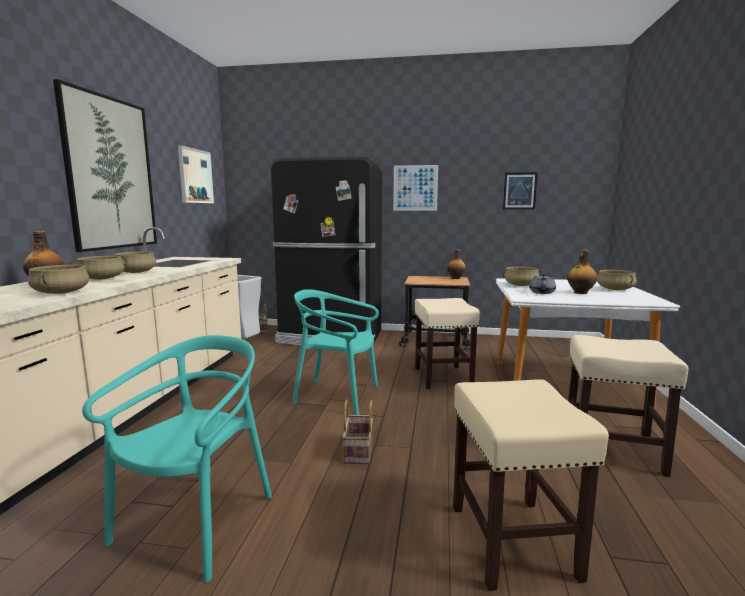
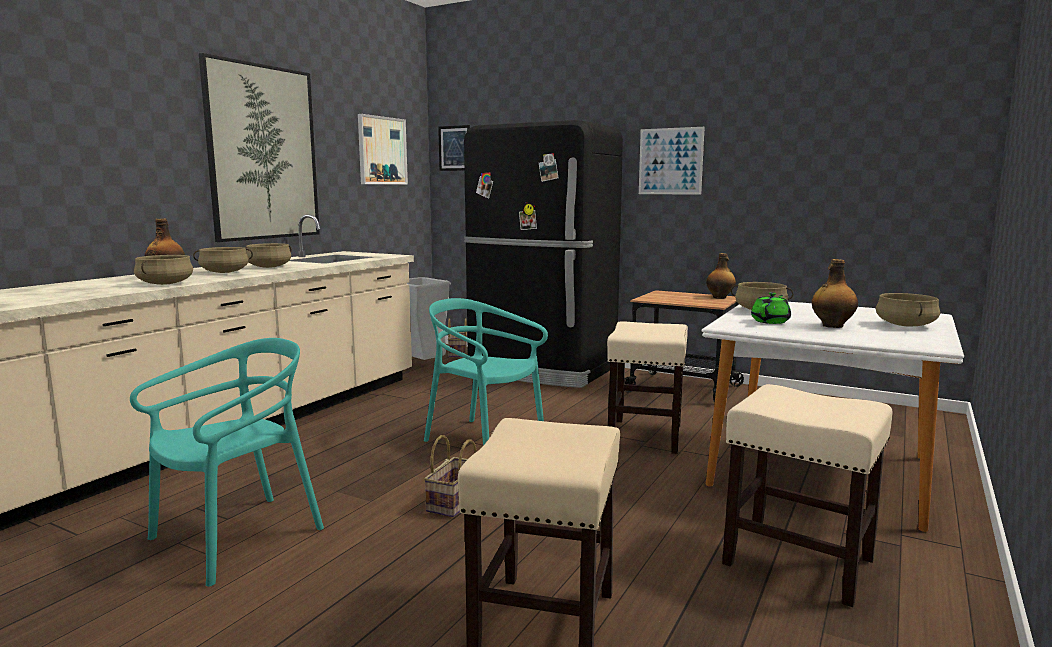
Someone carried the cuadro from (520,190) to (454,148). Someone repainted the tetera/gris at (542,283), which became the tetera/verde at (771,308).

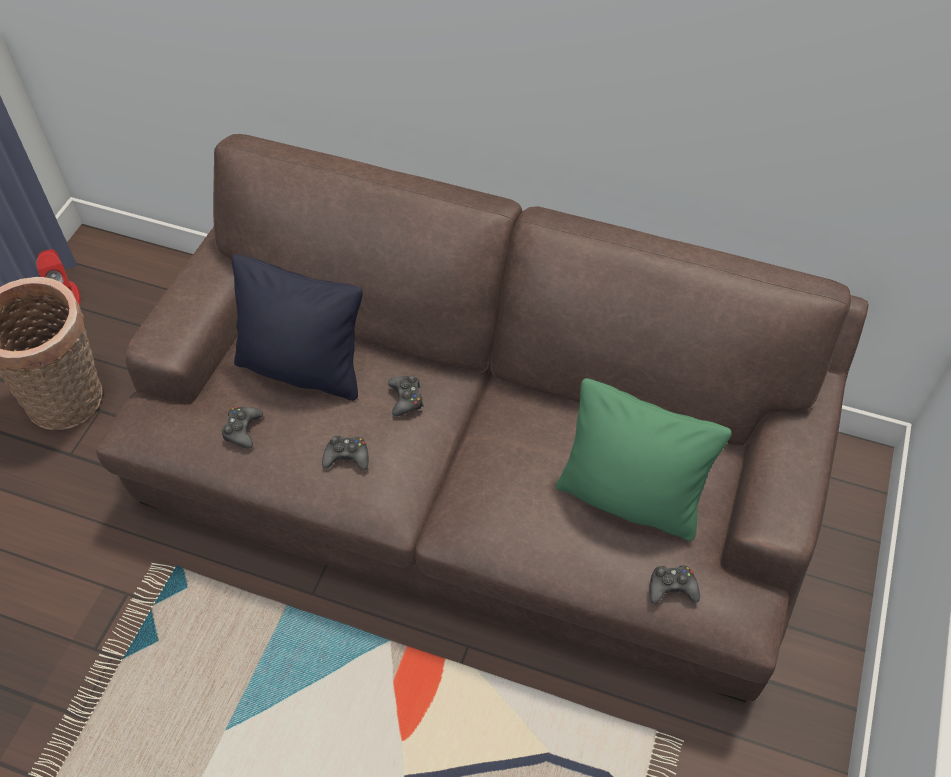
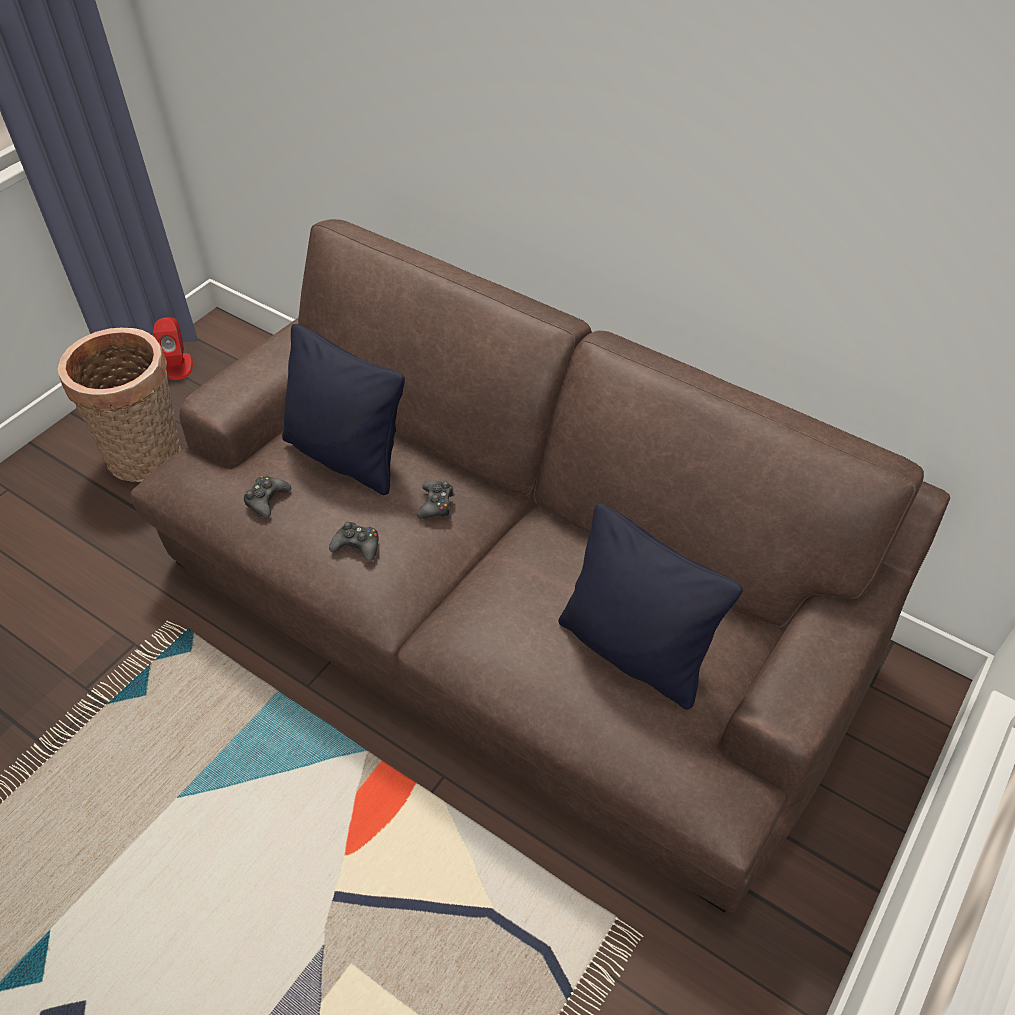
Someone took away the mando de consola/negro at (675,584). Someone repainted the cojín/verde at (643,459), which became the cojín/negro at (650,606).

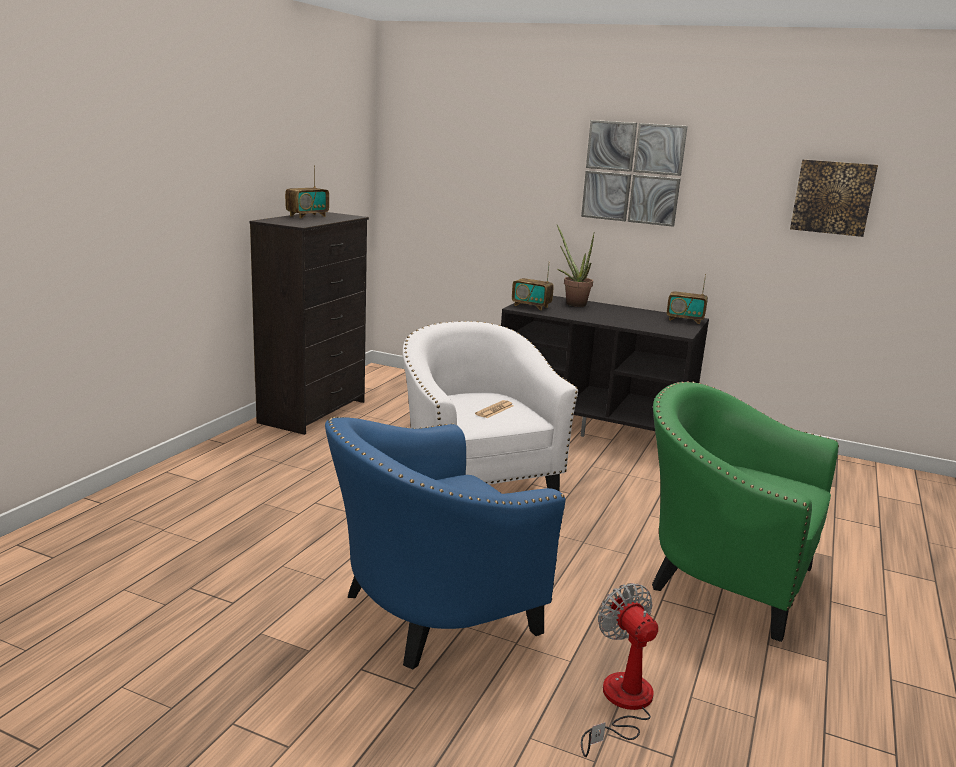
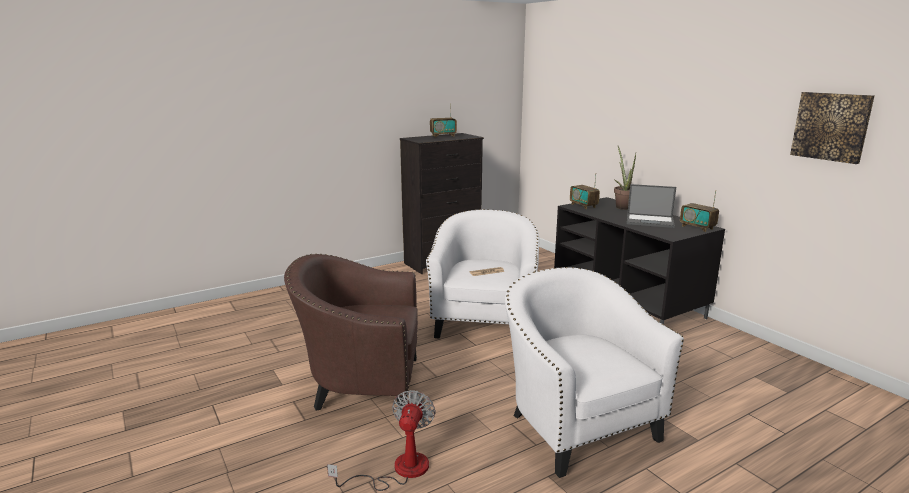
Someone took away the cuadro at (634,173). Someone put down the portátil at (651,206). Someone repainted the sillón/azul at (445,543), which became the sillón/marrón at (351,332). Someone repainted the sillón/verde at (745,511), which became the sillón/blanco at (594,372).

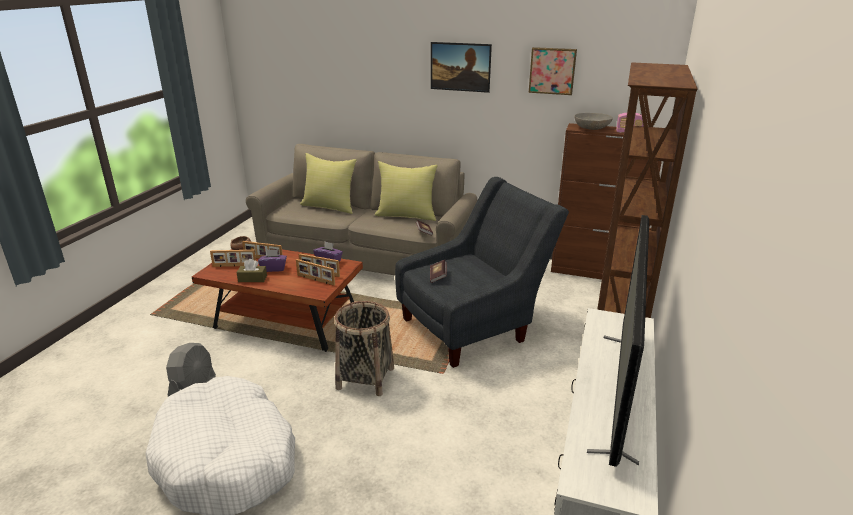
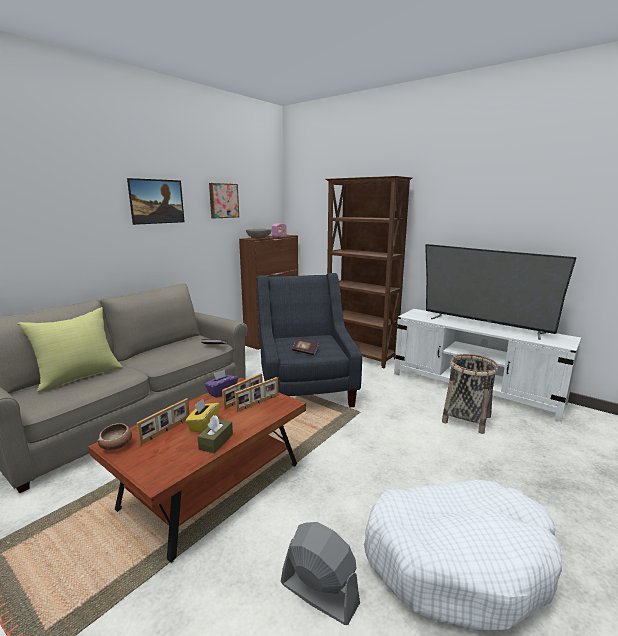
Someone took away the portarretratos at (233,258). Someone took away the cojín/amarillo at (406,191). Someone carried the cesta from (364,348) to (470,394). Someone repainted the caja de pañuelos/morado at (272,260), which became the caja de pañuelos/amarillo at (202,415).

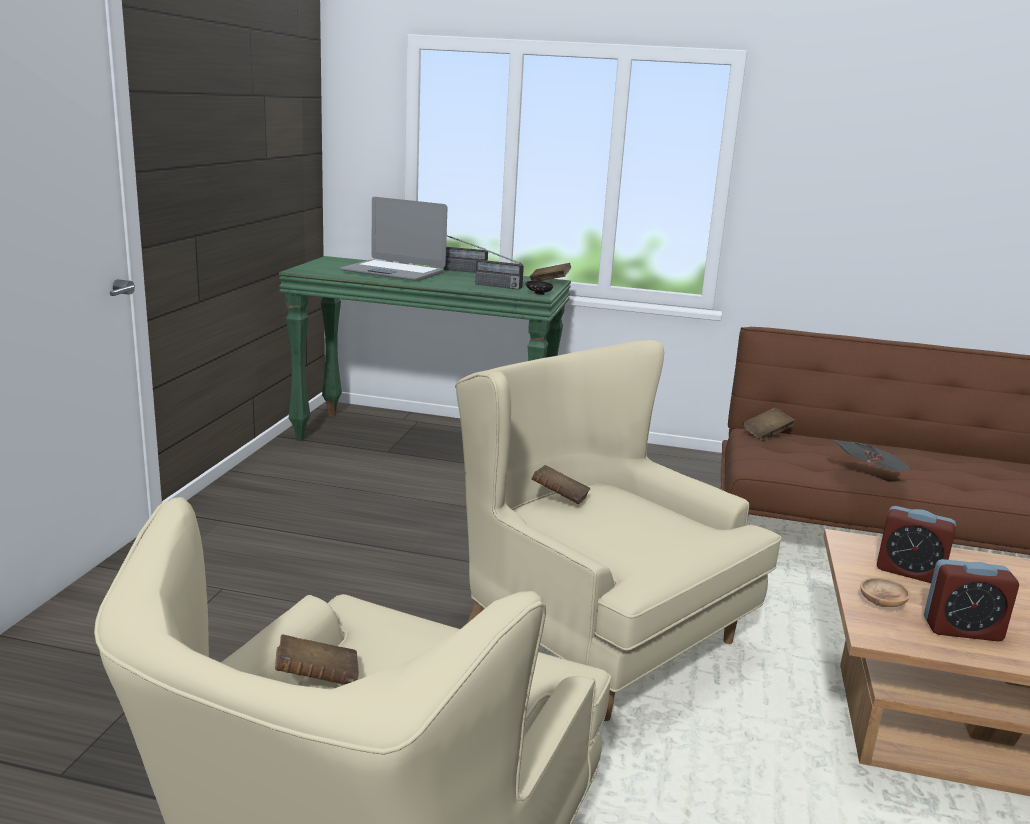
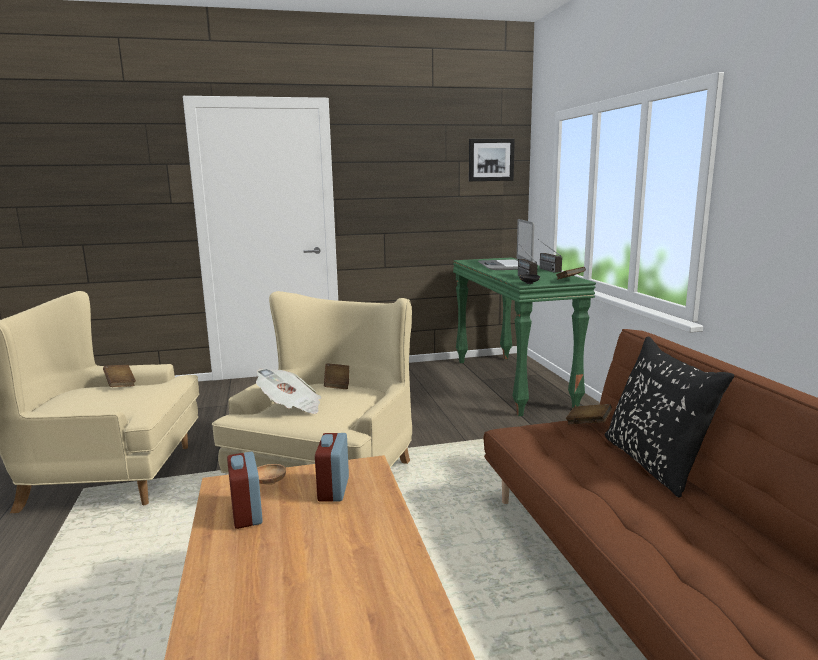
Someone put up the cuadro at (492,160). Someone put down the cojín/negro at (669,417). Someone carried the periódico from (871,455) to (288,391).

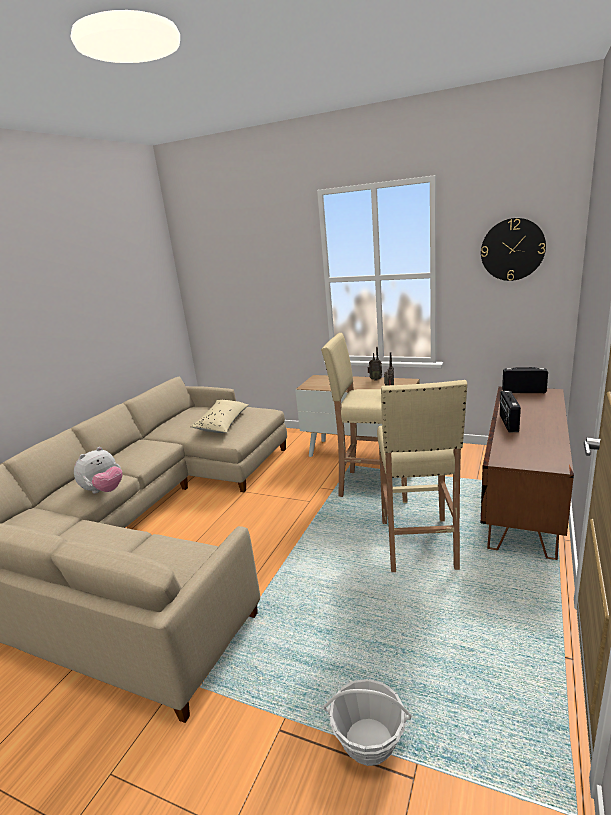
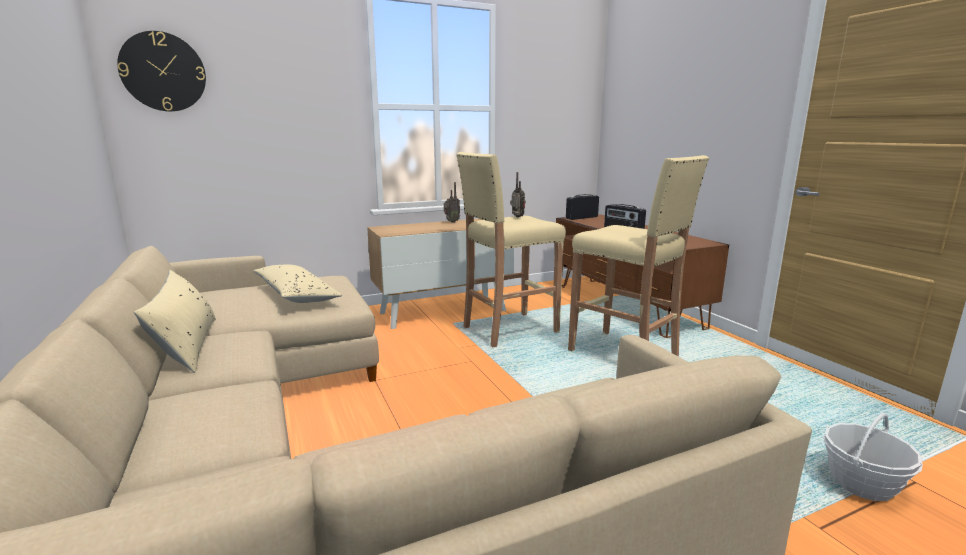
Someone took away the peluche at (98,470). Someone put down the cojín/beis at (175,321). Someone carried the reloj de pared from (513,249) to (161,71).

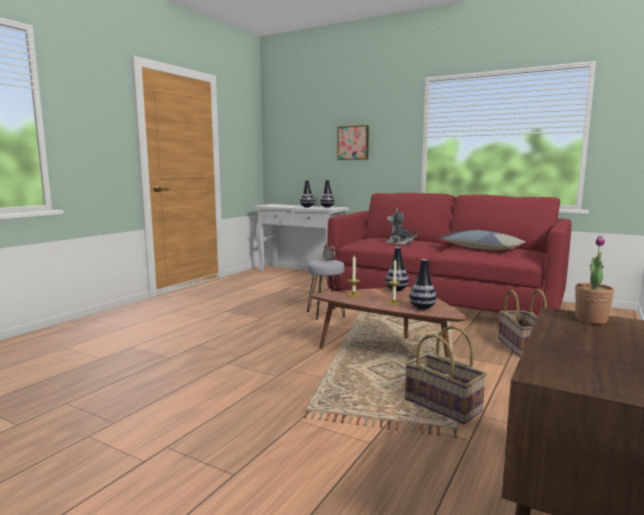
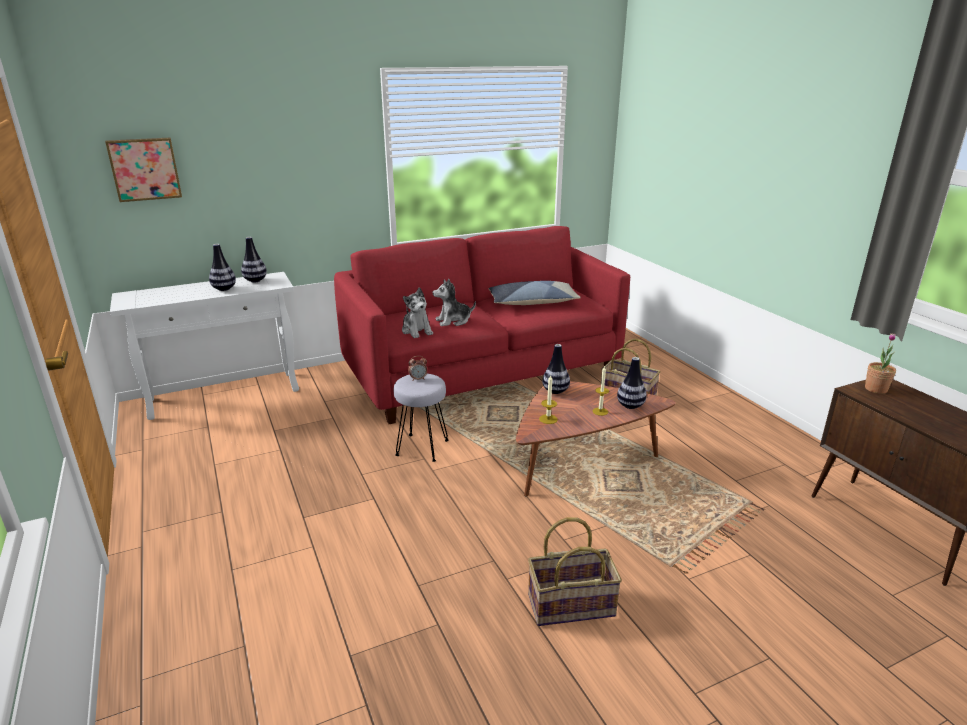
Someone put down the peluche at (417,312). Someone carried the cuadro from (353,142) to (143,170). Someone carried the cesta from (446,374) to (575,571).

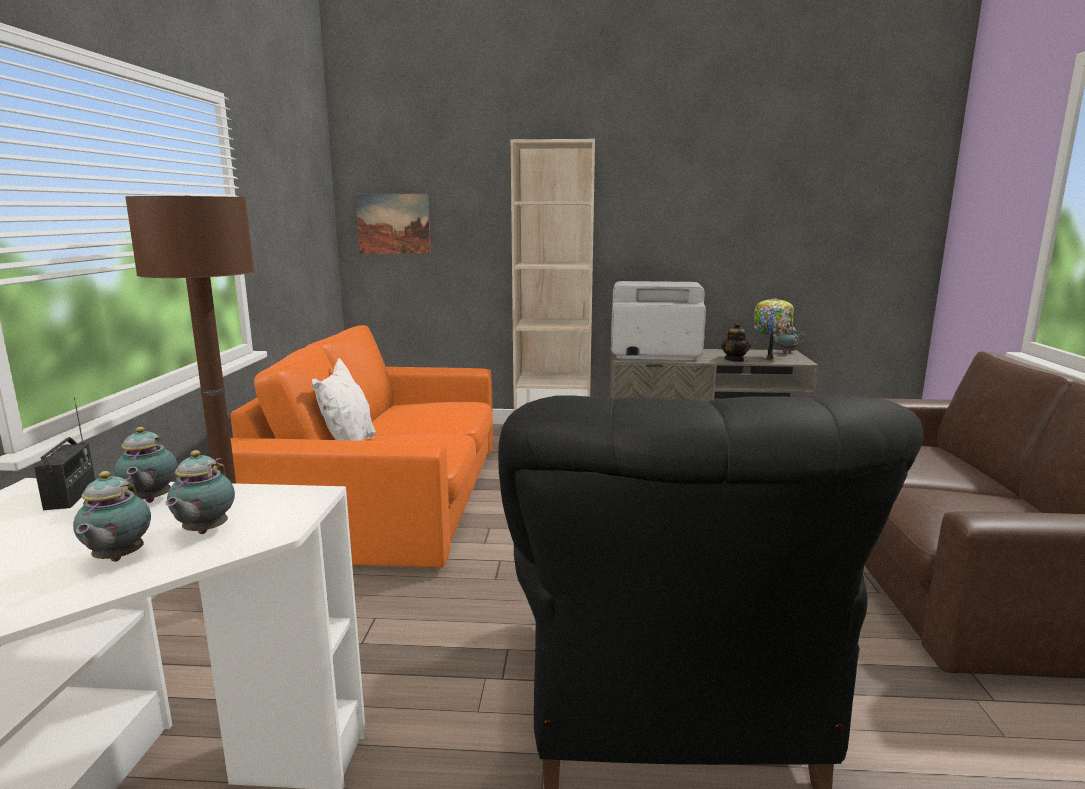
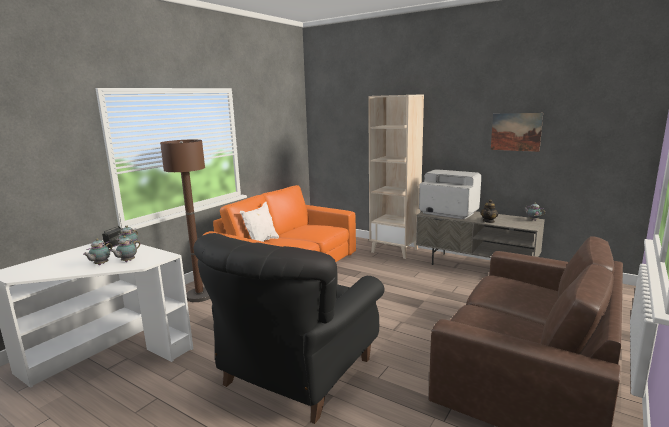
Someone took away the lámpara de mesa at (774,329). Someone carried the cuadro from (393,224) to (517,132).

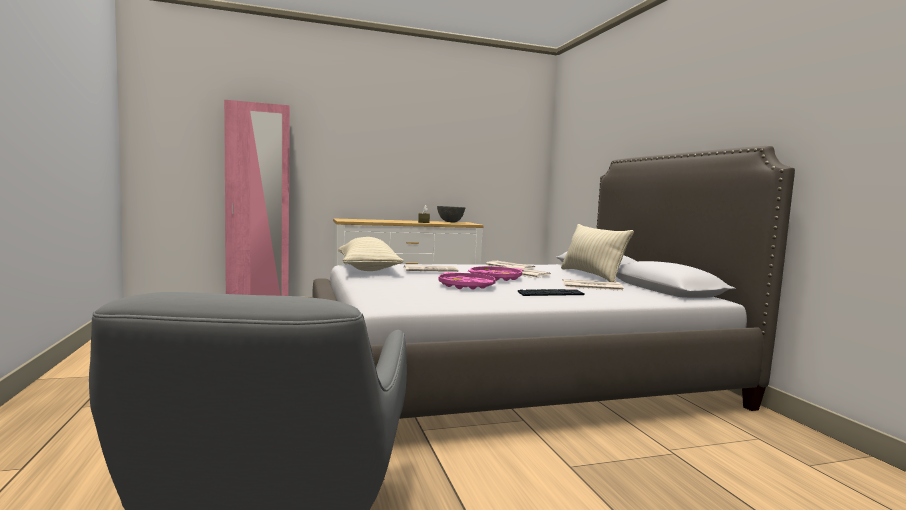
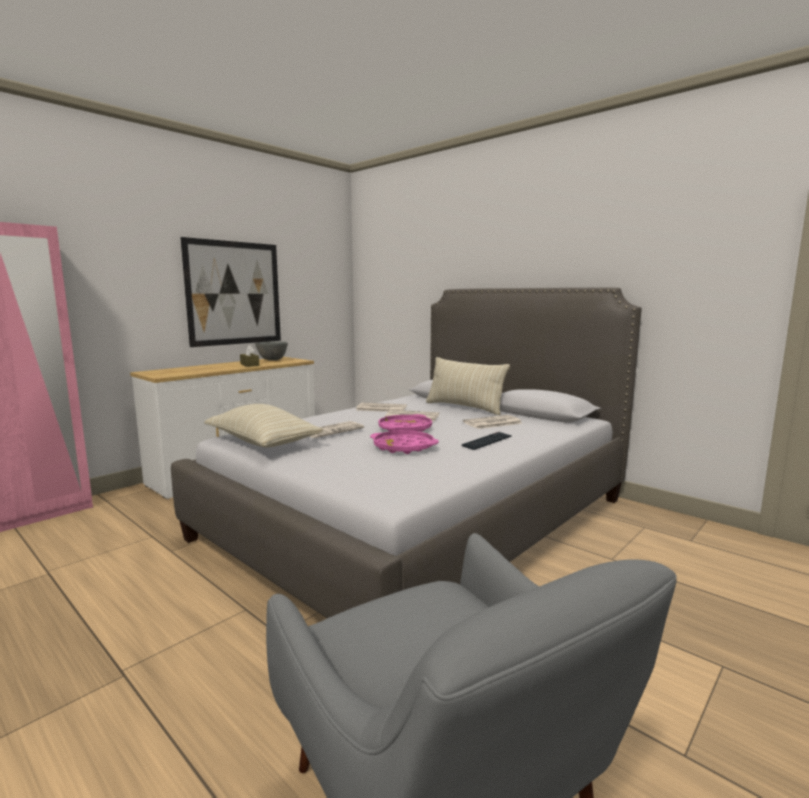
Someone put up the cuadro at (230,292).

